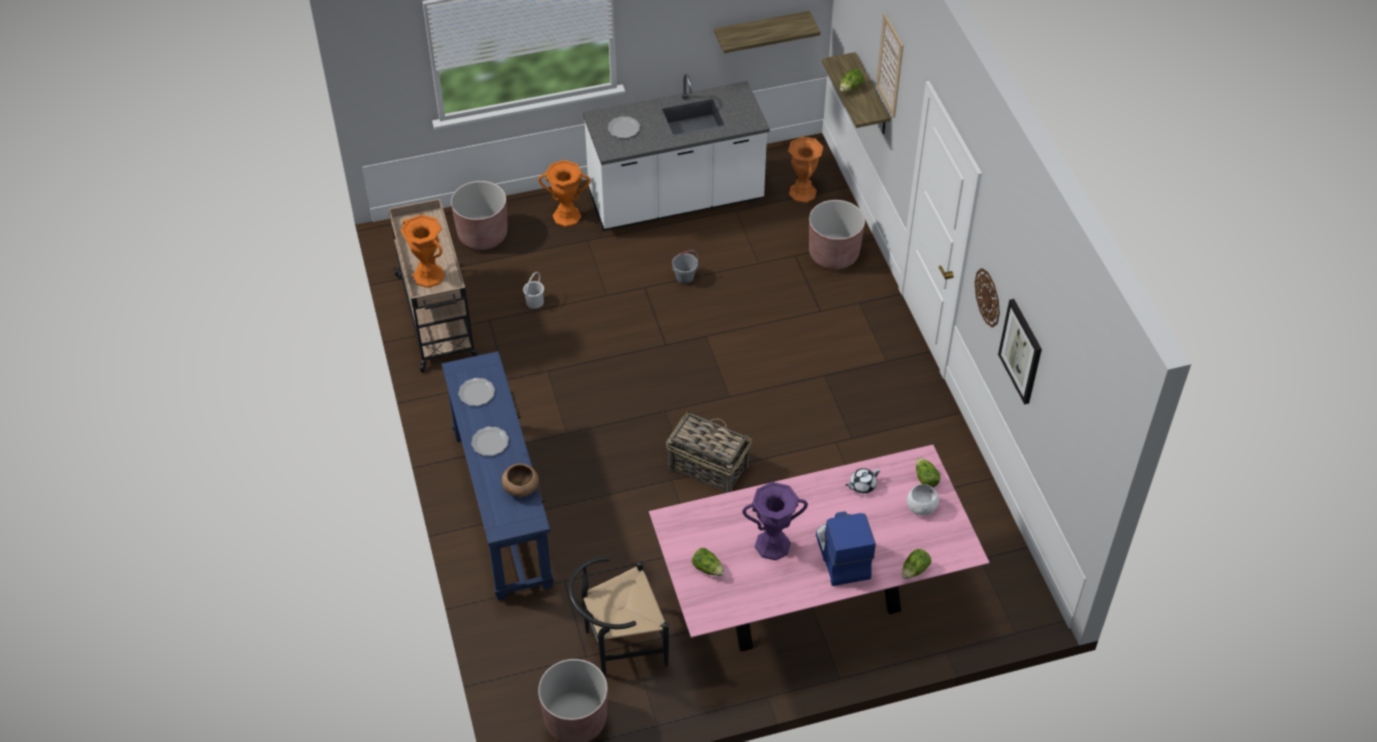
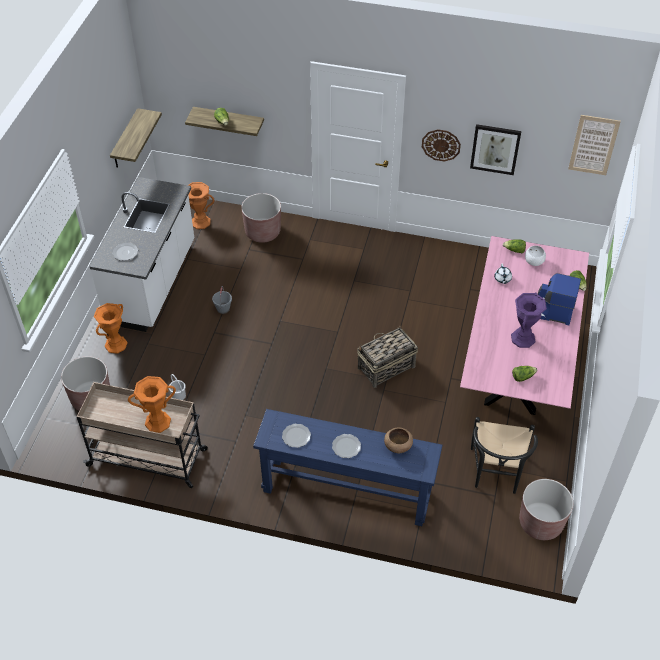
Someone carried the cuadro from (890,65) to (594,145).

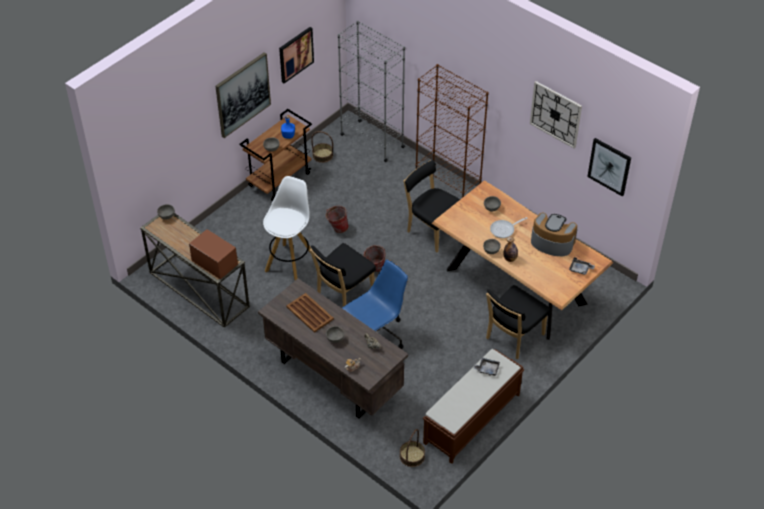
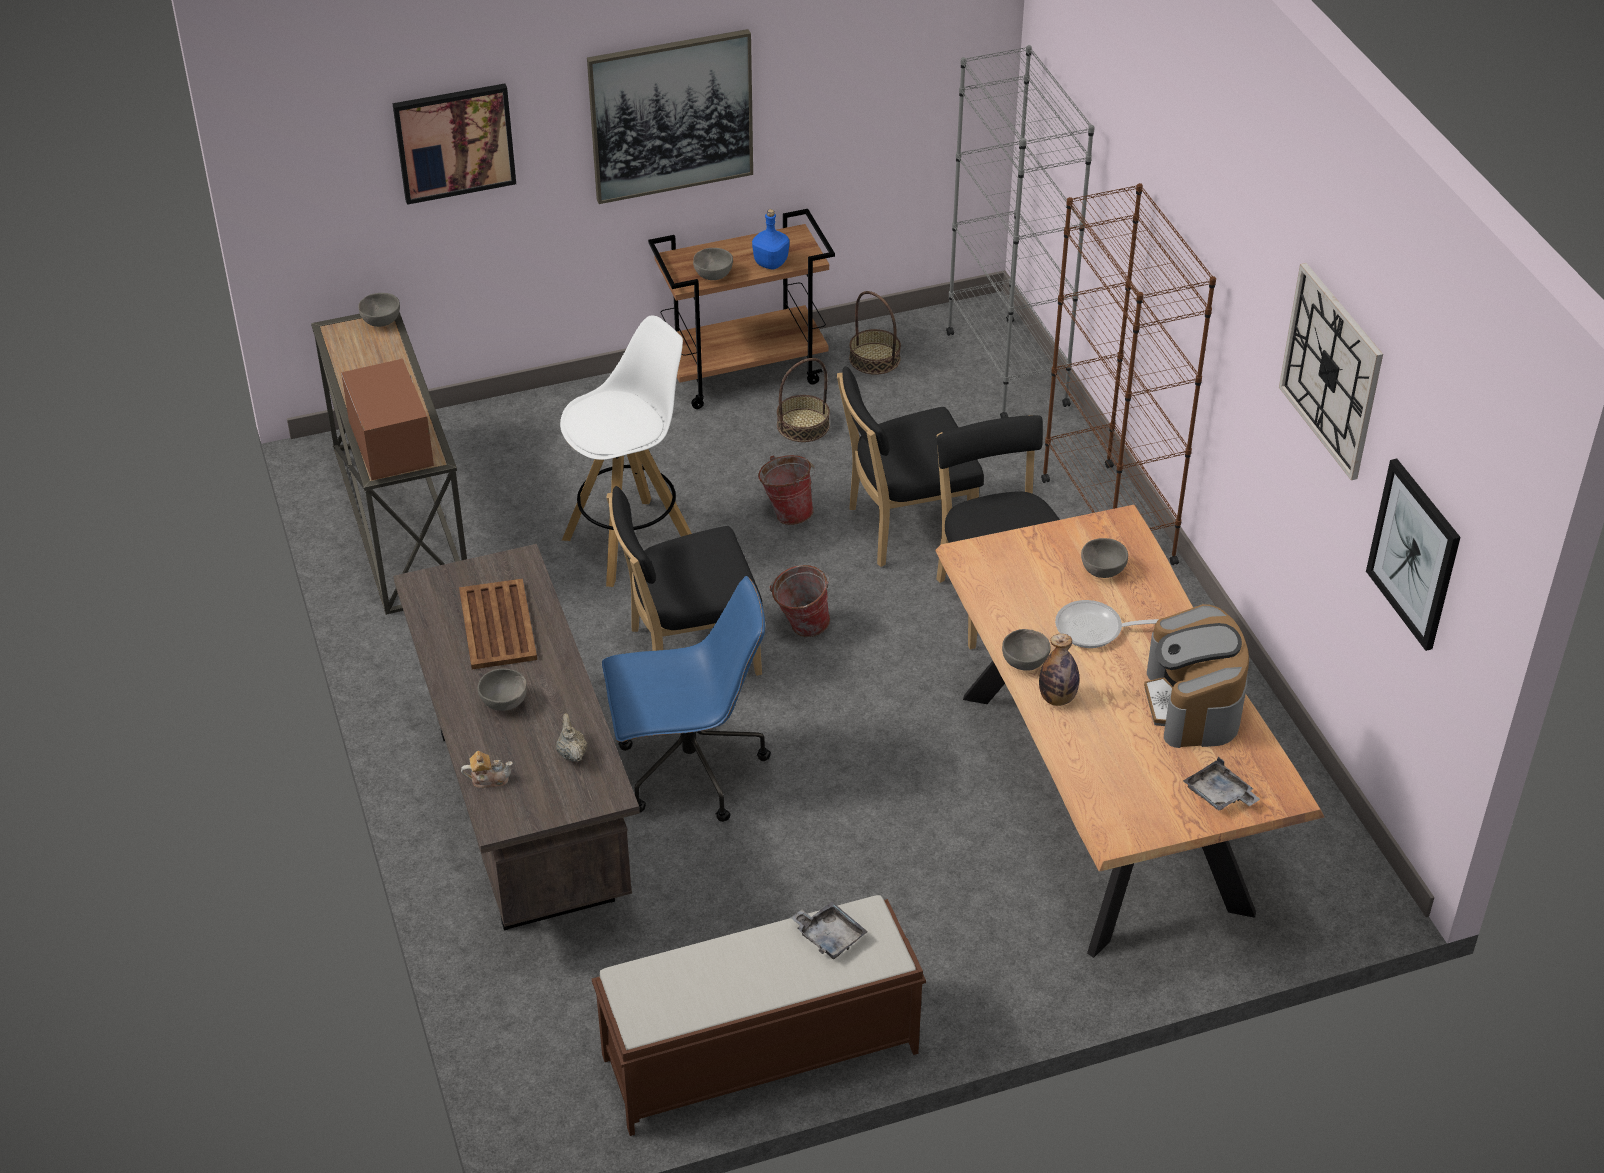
Someone carried the cuadro from (296,55) to (454,144). Someone carried the cesta from (412,448) to (803,400). Someone carried the silla/negro from (518,322) to (910,466). Someone rotated the cafetera at (554,234) by 150 degrees counterclockwise.

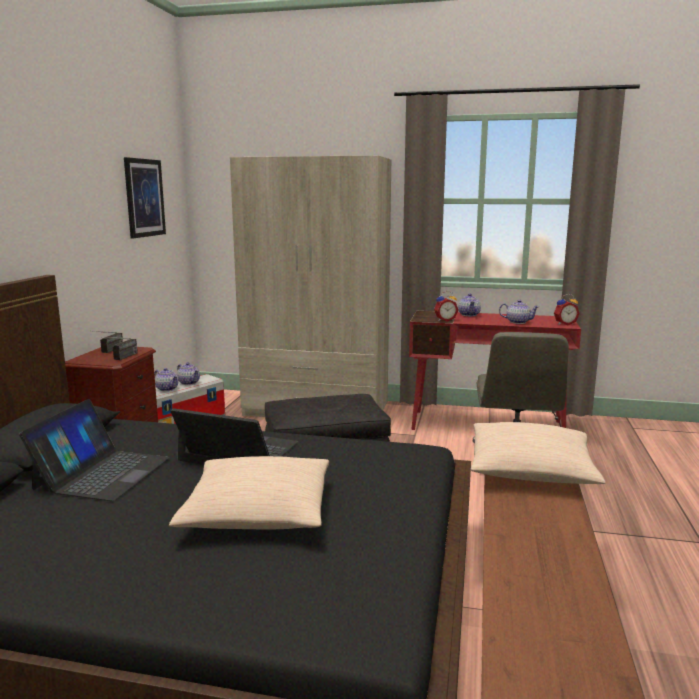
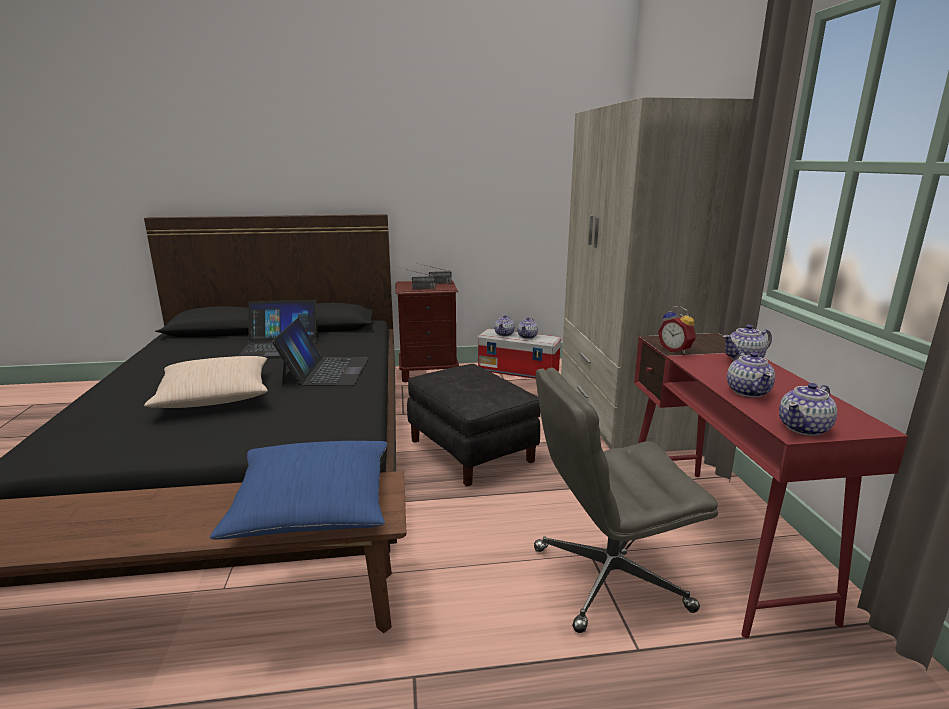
Someone took away the cuadro at (145,197). Someone swapped the despertador at (567,309) for the tetera at (808,409). Someone repainted the cojín/beis at (538,453), which became the cojín/azul at (298,490).

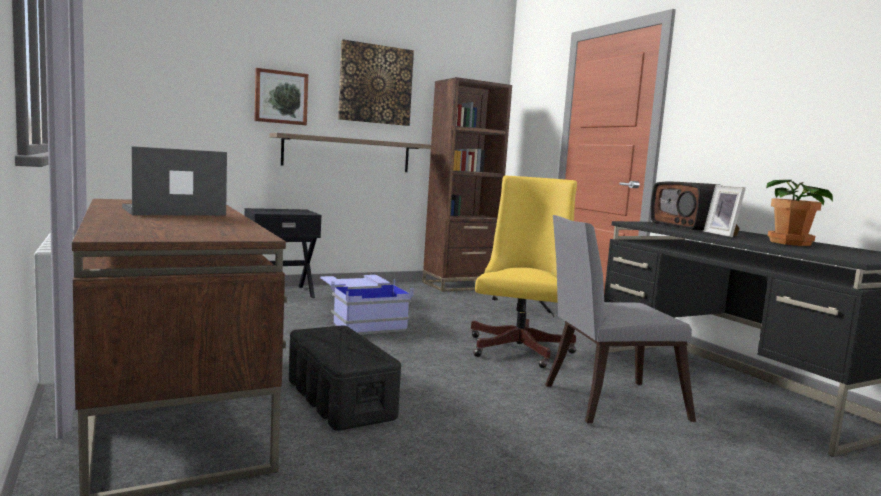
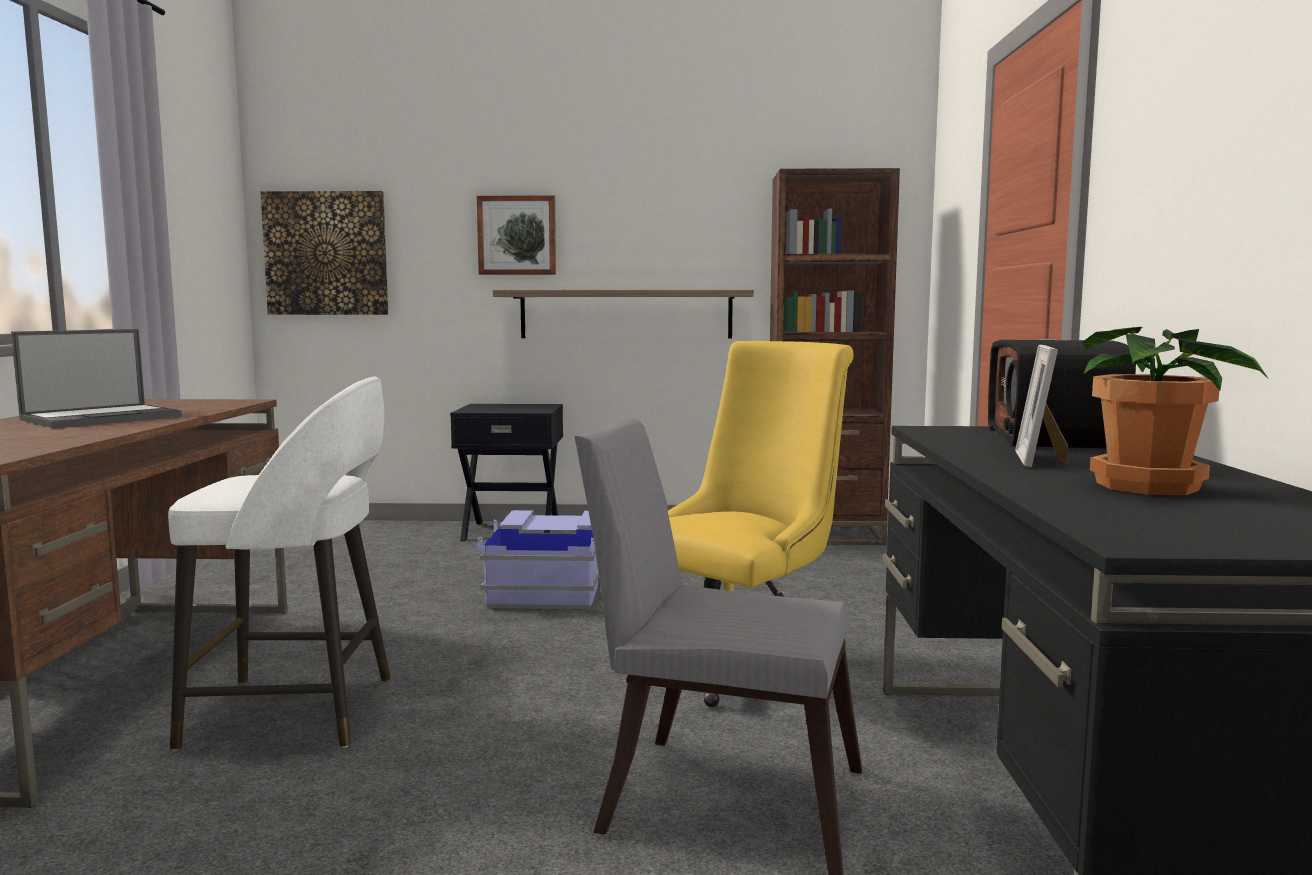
Someone carried the cuadro from (376,82) to (324,253). Someone swapped the caja de almacenaje/negro at (345,378) for the taburete/blanco at (279,563). Someone rotated the portátil at (174,180) by 135 degrees clockwise.

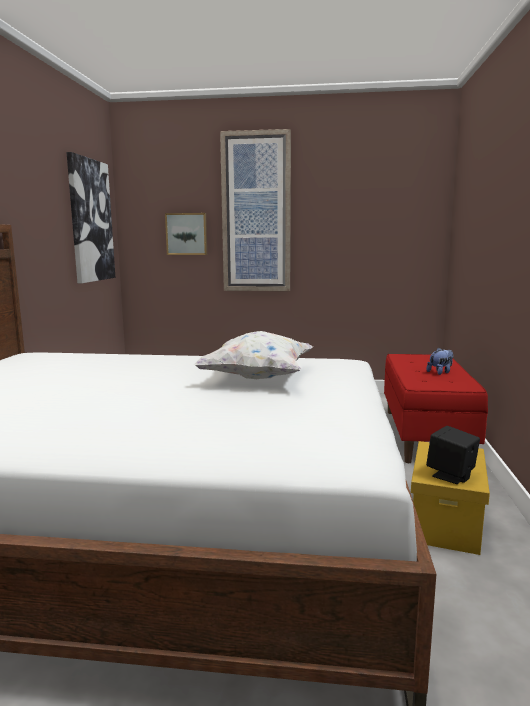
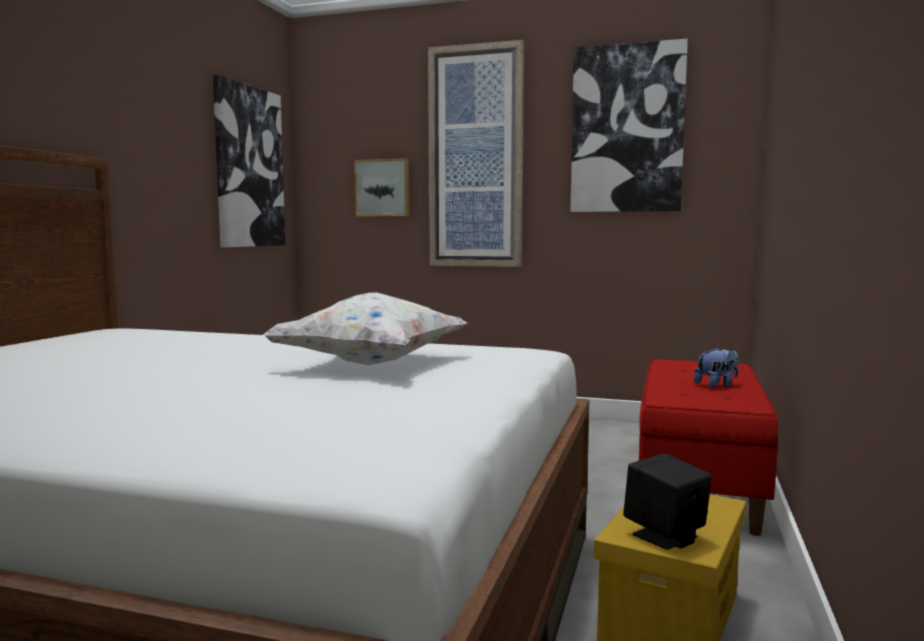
Someone put up the cuadro at (629,125).

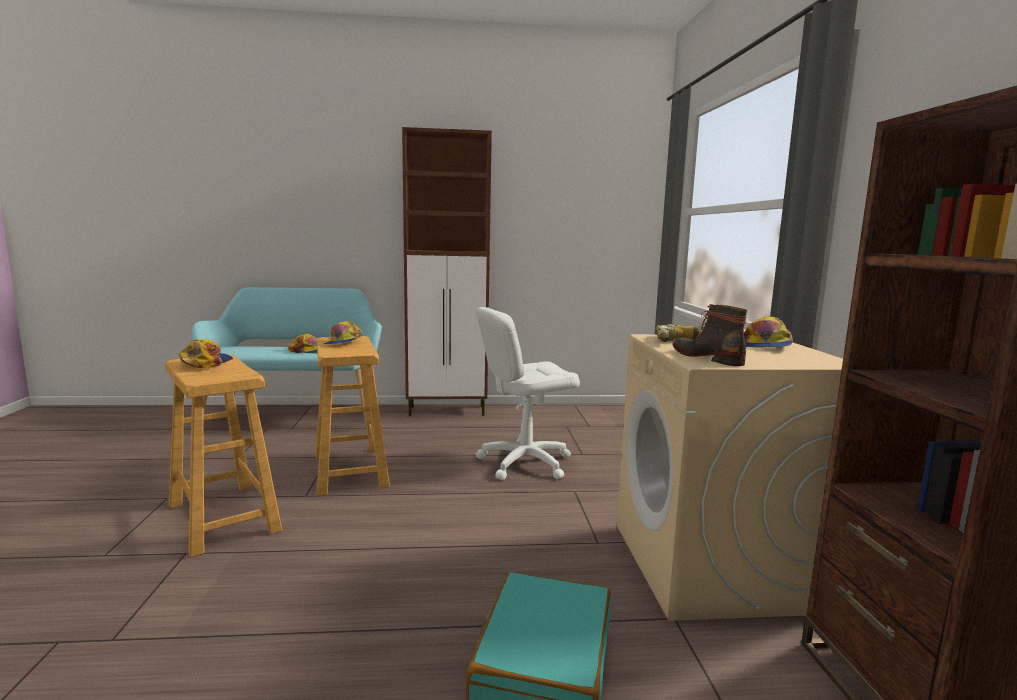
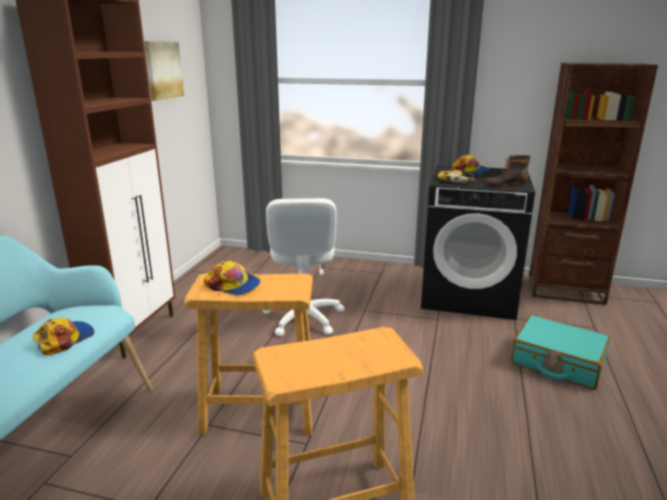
Someone took away the gorra at (206,353). Someone put up the cuadro at (164,71). Someone repainted the lavadora/beis at (730,477), which became the lavadora/negro at (478,242).

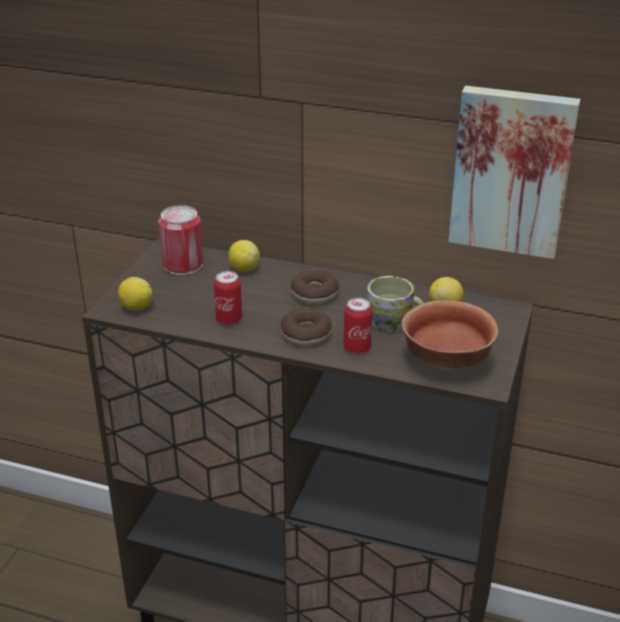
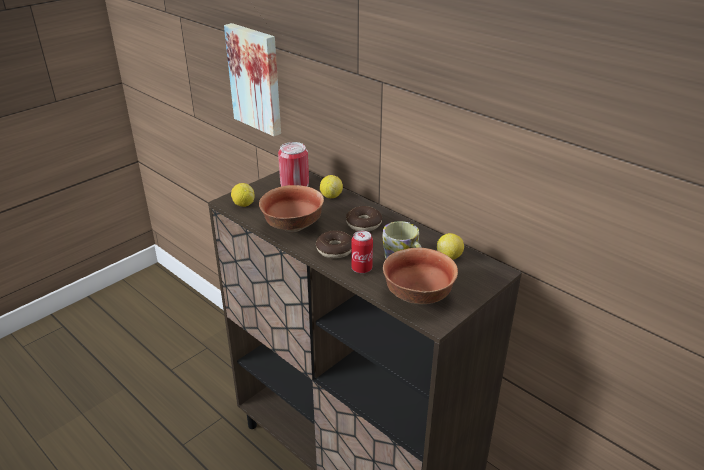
Someone carried the cuadro from (514,172) to (252,79). Someone swapped the lata at (228,298) for the cuenco at (291,208).

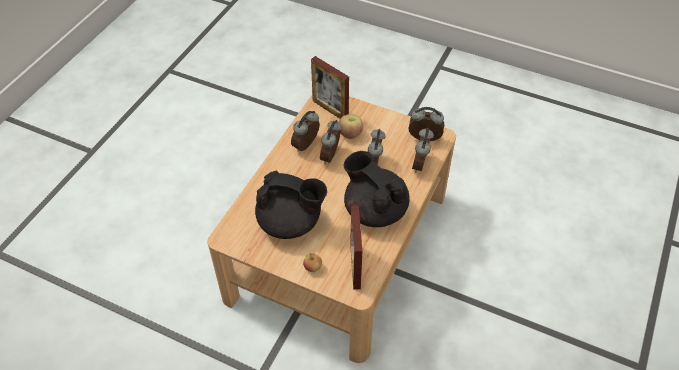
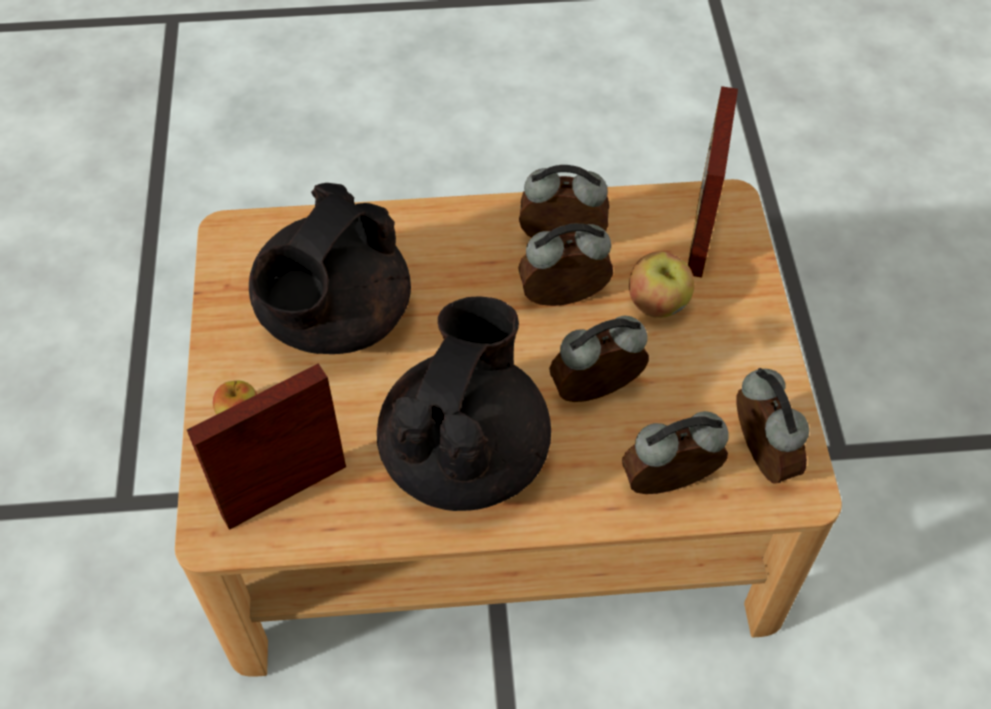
Someone rotated the tetera/negro at (291,205) by 45 degrees clockwise.

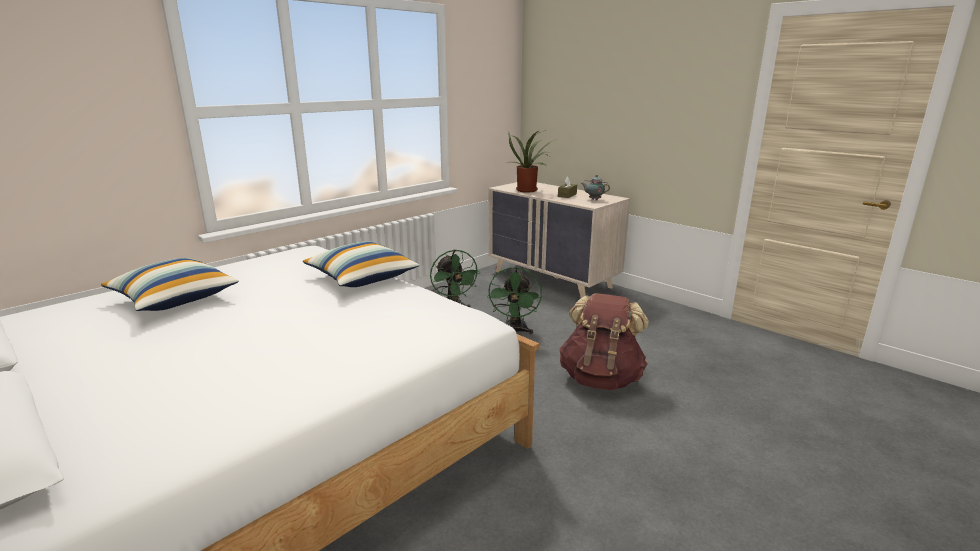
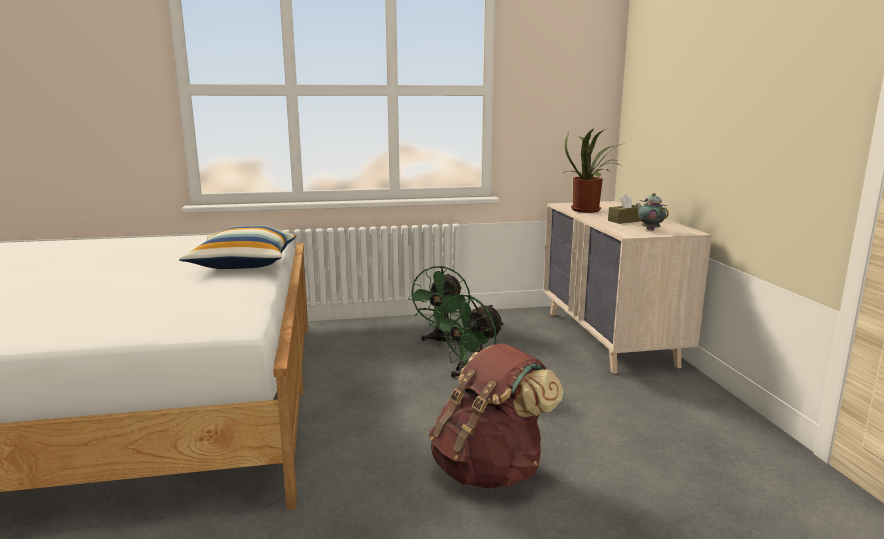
Someone took away the cojín at (170,284).

